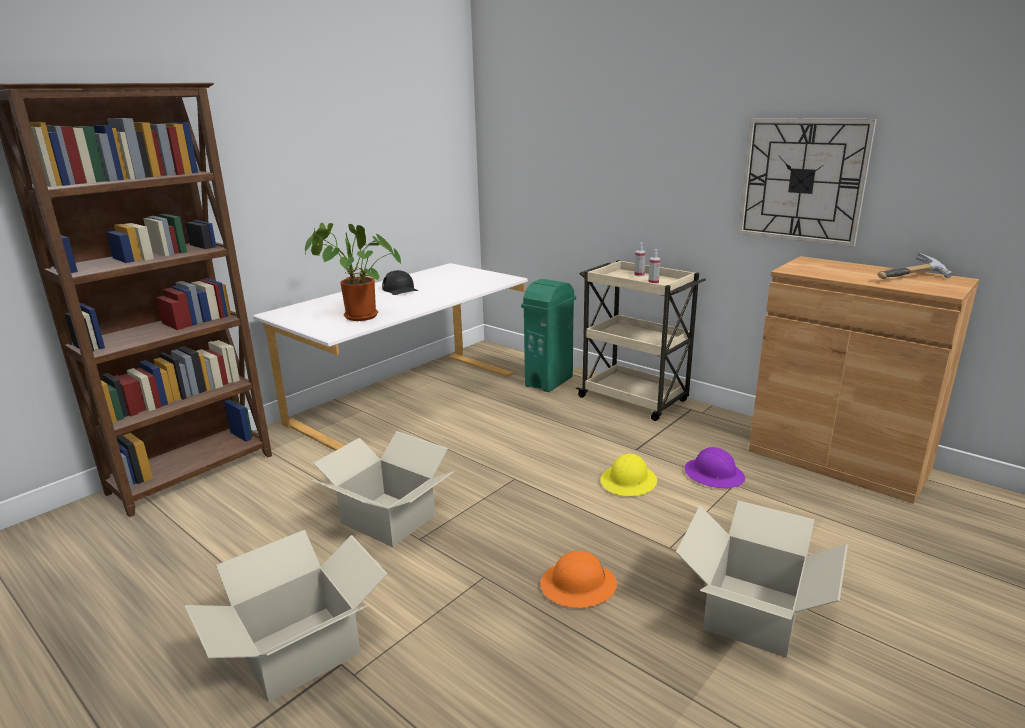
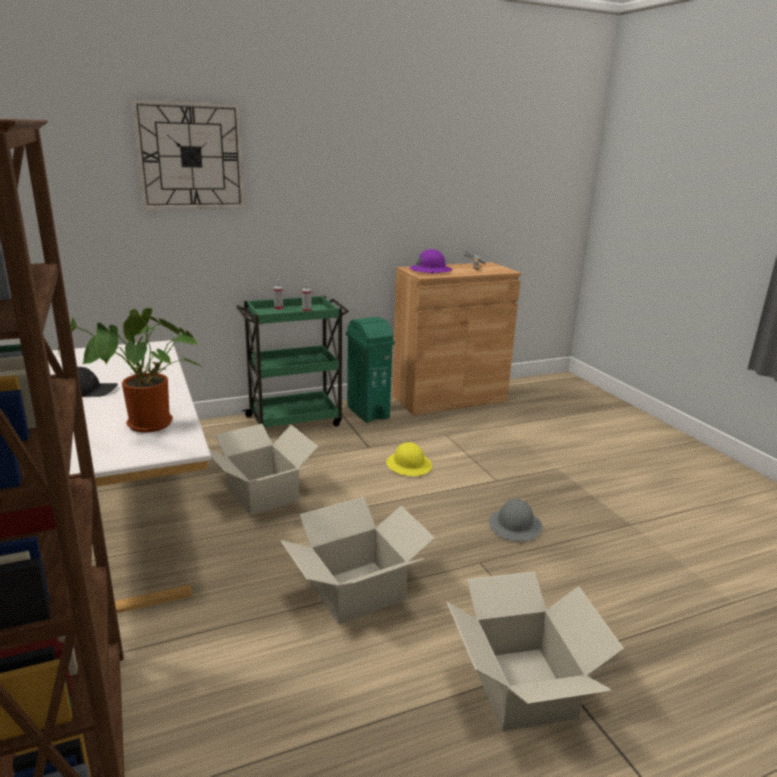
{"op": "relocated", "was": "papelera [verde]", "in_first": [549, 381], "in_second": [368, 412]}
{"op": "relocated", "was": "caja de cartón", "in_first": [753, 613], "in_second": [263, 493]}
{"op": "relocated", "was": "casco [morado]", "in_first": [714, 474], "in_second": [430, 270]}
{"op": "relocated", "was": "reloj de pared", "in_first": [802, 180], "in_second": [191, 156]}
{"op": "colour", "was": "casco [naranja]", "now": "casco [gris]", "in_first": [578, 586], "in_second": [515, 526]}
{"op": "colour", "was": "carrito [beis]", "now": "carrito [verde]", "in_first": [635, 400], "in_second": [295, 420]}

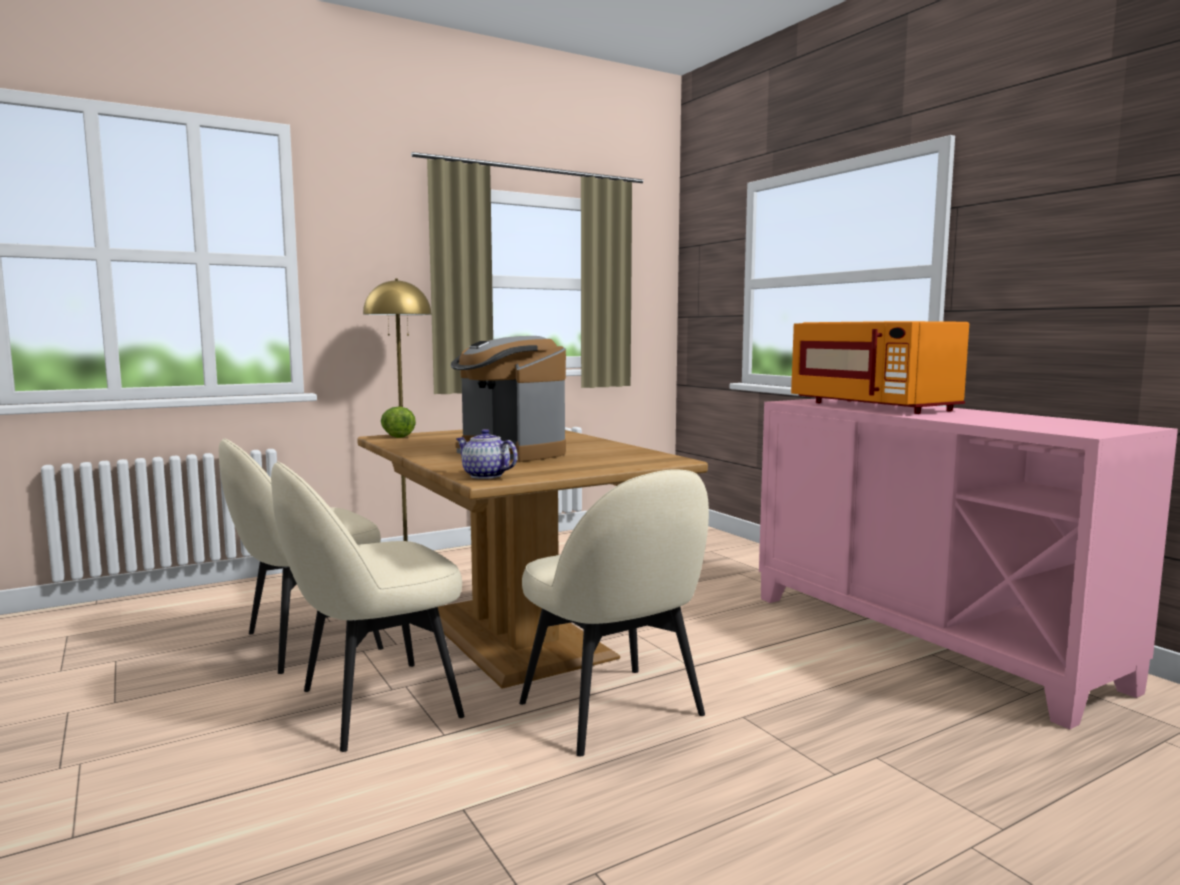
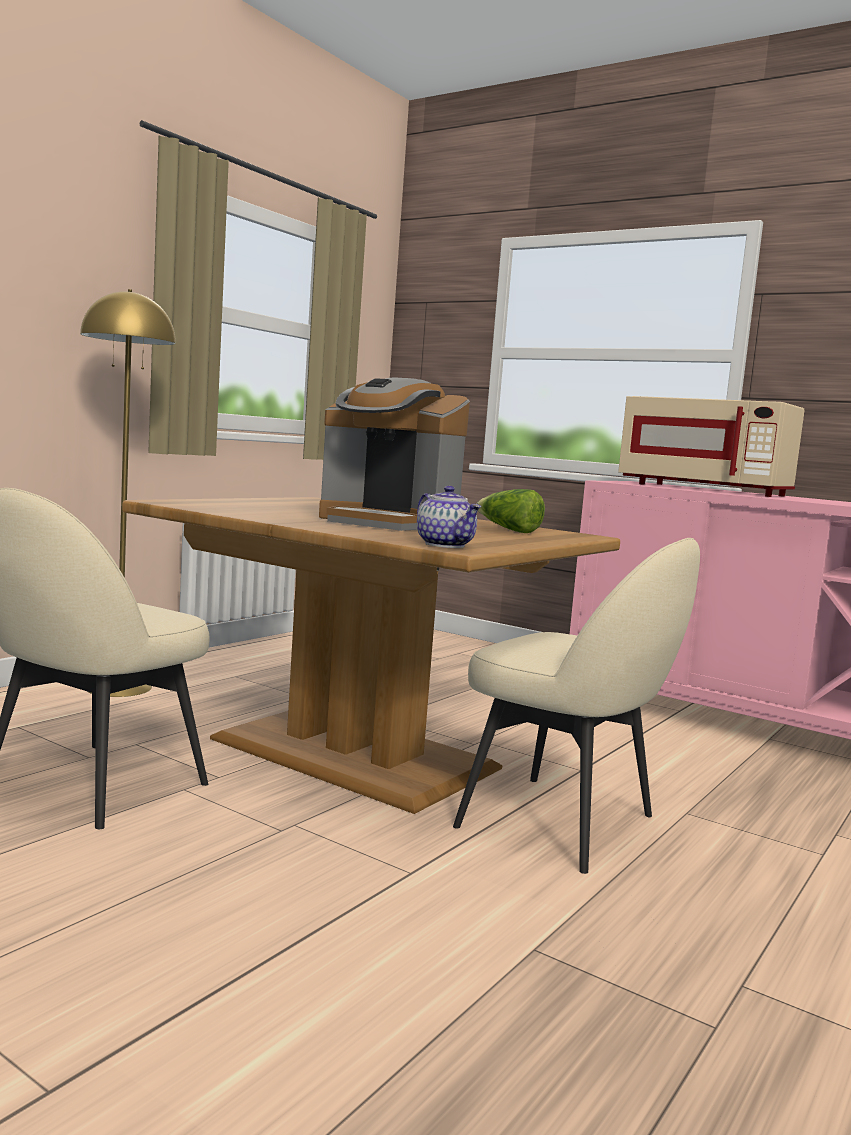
{"op": "missing", "was": "silla [beis]", "in_first": [375, 704]}
{"op": "relocated", "was": "lechuga", "in_first": [396, 435], "in_second": [508, 530]}
{"op": "colour", "was": "microondas [naranja]", "now": "microondas [beis]", "in_first": [874, 407], "in_second": [705, 489]}
{"op": "spun", "was": "tetera", "in_first": [484, 476], "in_second": [446, 545], "clockwise": -135}

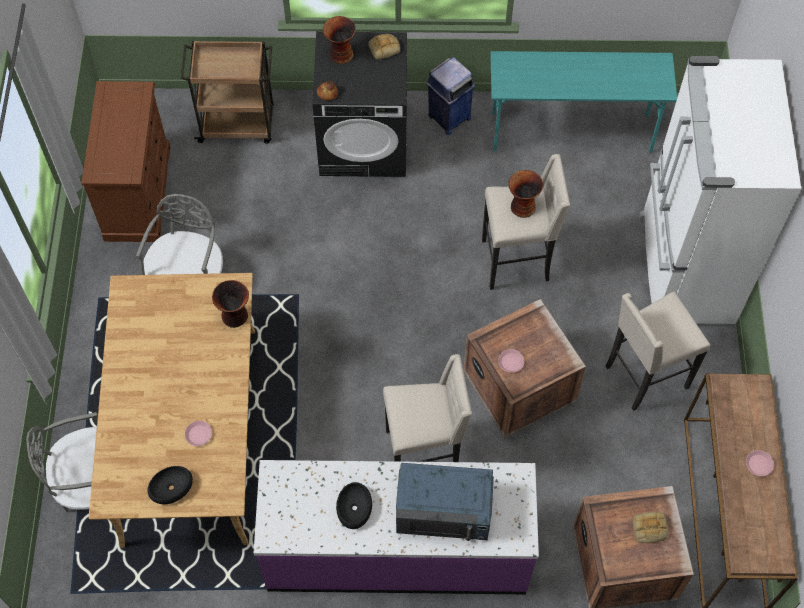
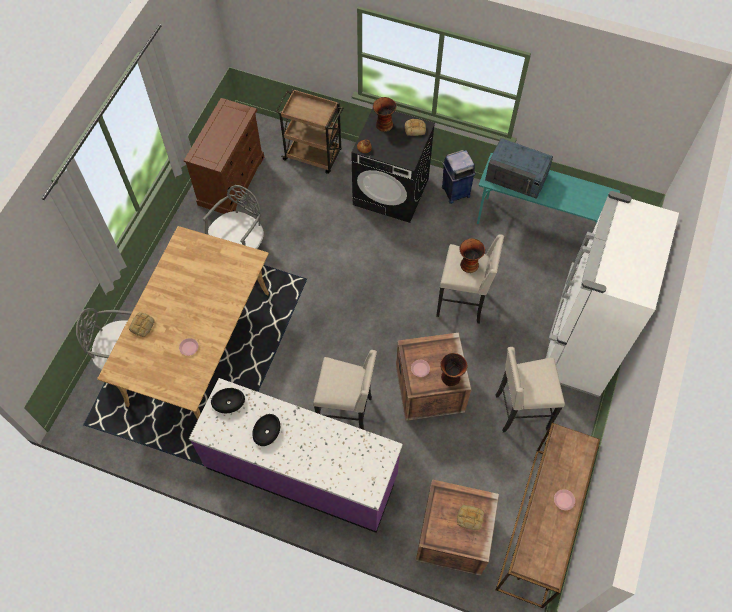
{"op": "appeared", "now": "pan", "in_second": [142, 326]}
{"op": "relocated", "was": "cuenco [negro]", "in_first": [171, 488], "in_second": [228, 403]}
{"op": "relocated", "was": "florero", "in_first": [235, 316], "in_second": [451, 378]}
{"op": "relocated", "was": "microondas [azul]", "in_first": [444, 509], "in_second": [517, 176]}

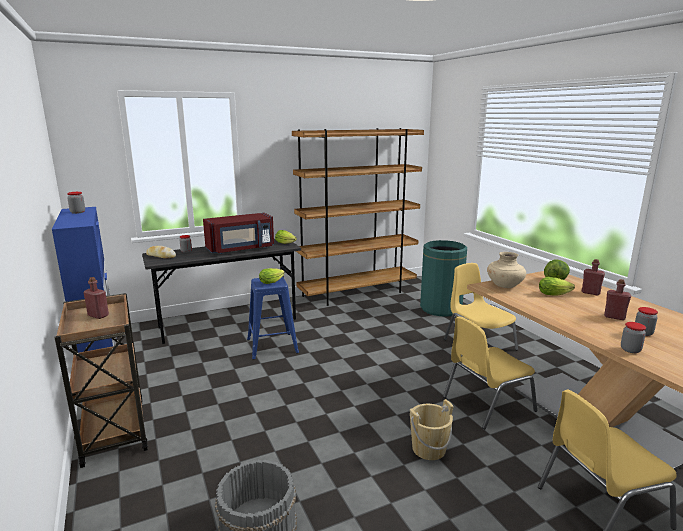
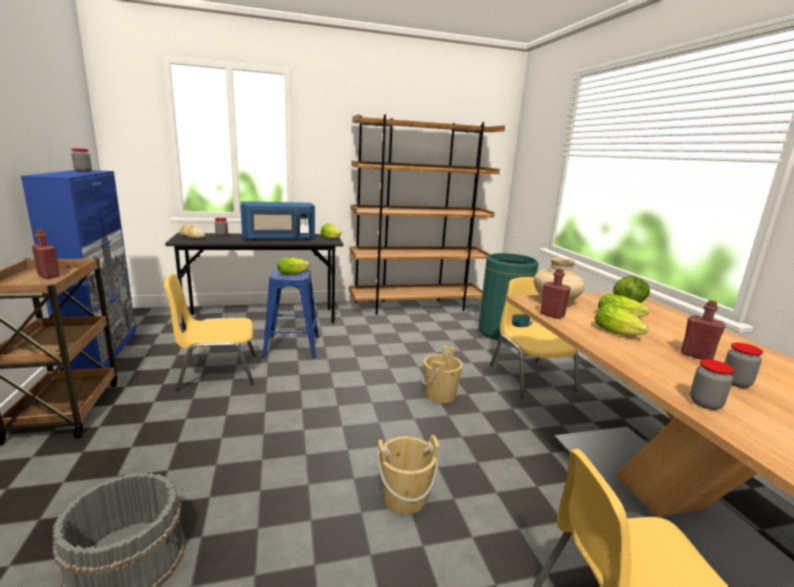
{"op": "appeared", "now": "cubo [beis]", "in_second": [440, 395]}
{"op": "appeared", "now": "lechuga", "in_second": [619, 333]}
{"op": "relocated", "was": "silla [amarillo]", "in_first": [486, 404], "in_second": [217, 371]}
{"op": "relocated", "was": "botella [rojo]", "in_first": [590, 293], "in_second": [552, 315]}
{"op": "colour", "was": "microondas [rojo]", "now": "microondas [azul]", "in_first": [241, 249], "in_second": [279, 238]}

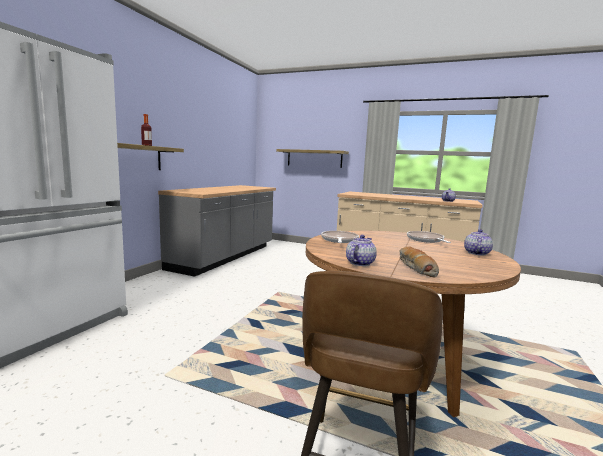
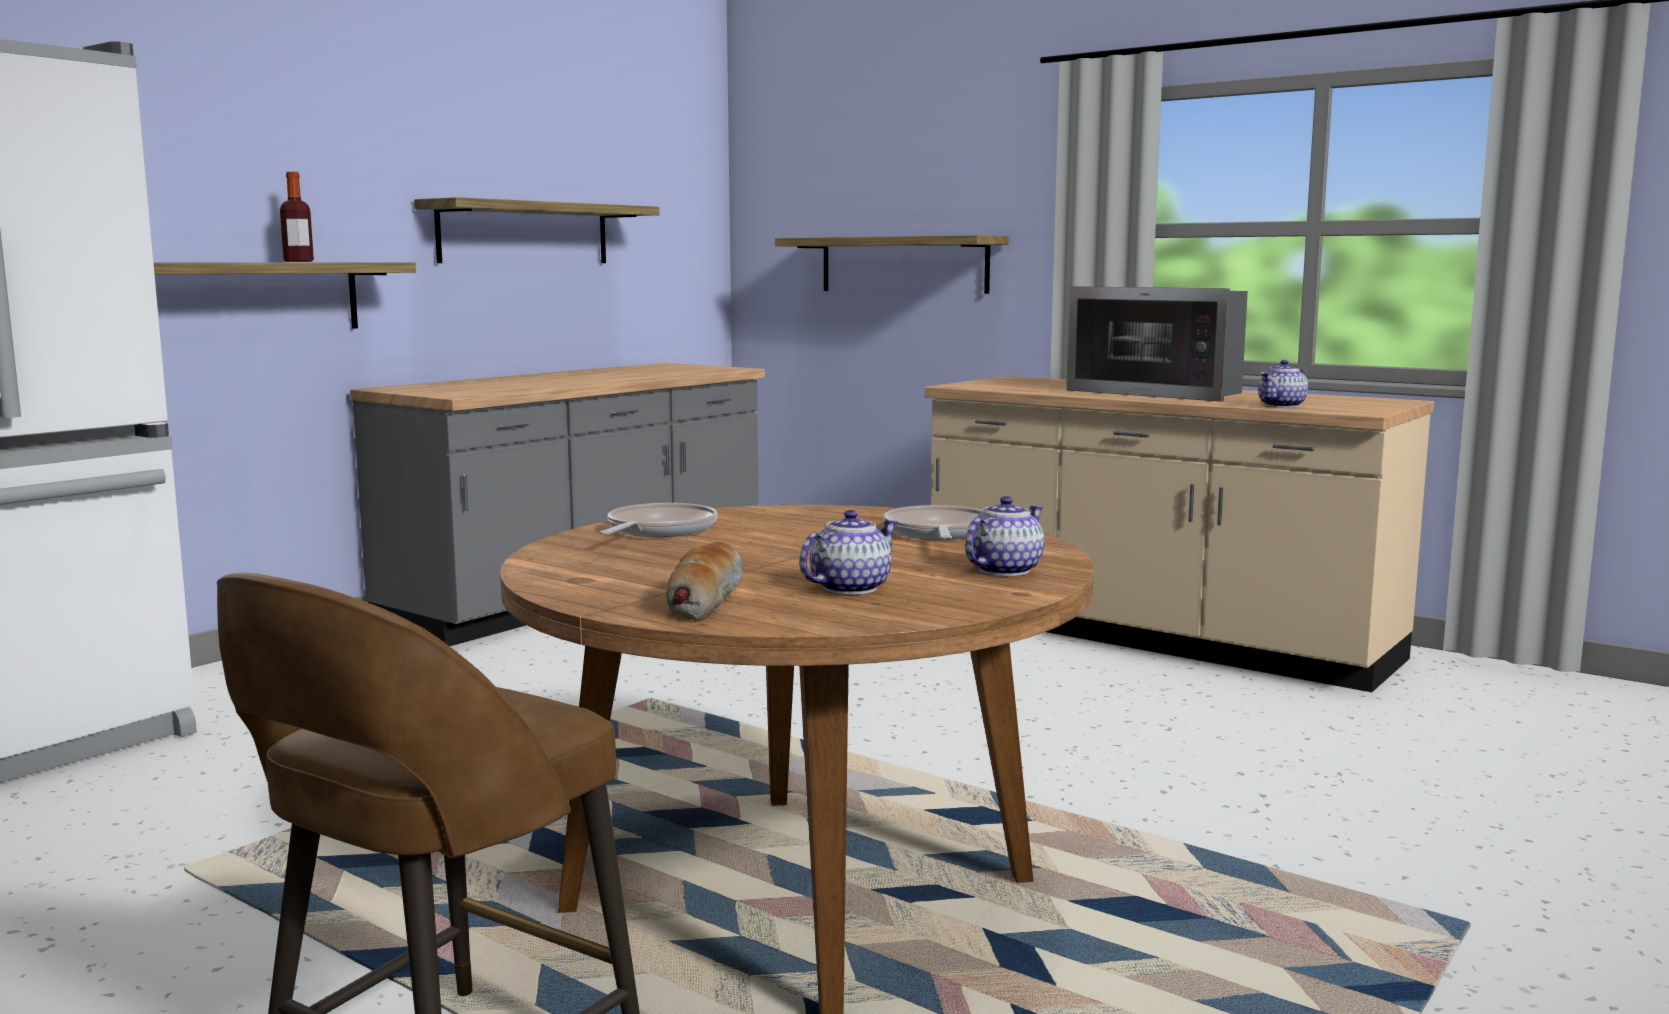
{"op": "appeared", "now": "estante", "in_second": [524, 233]}
{"op": "appeared", "now": "microondas", "in_second": [1161, 392]}
{"op": "relocated", "was": "tetera", "in_first": [359, 263], "in_second": [848, 588]}

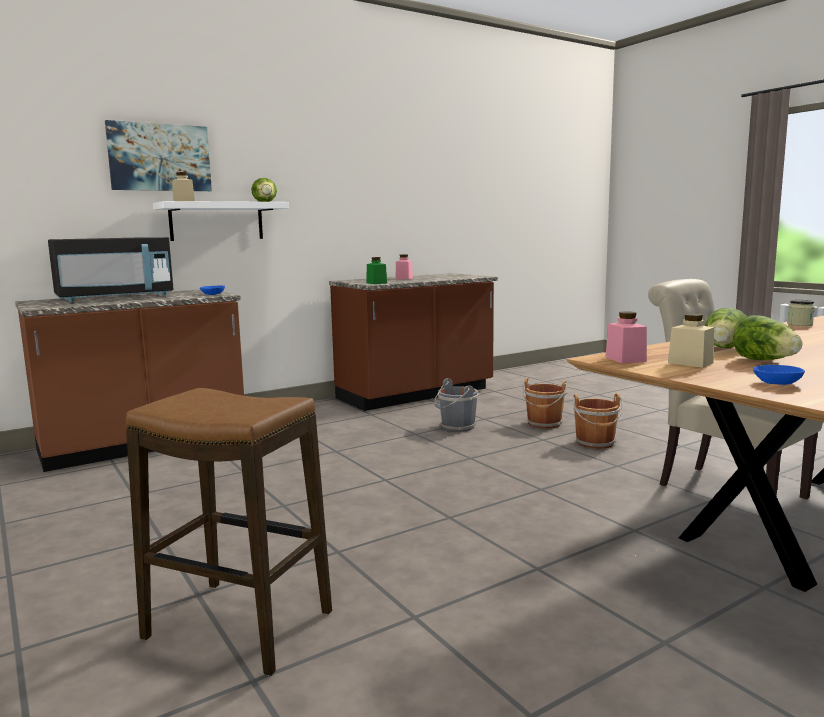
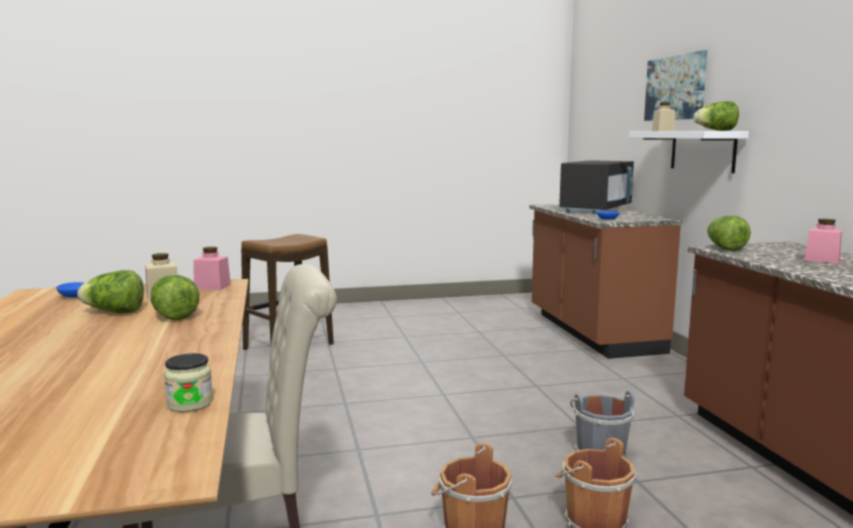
{"op": "exchanged", "was": "tarro [verde]", "now": "lechuga", "in_first": [376, 283], "in_second": [724, 248]}
{"op": "spun", "was": "microondas [negro]", "in_first": [115, 298], "in_second": [596, 210], "clockwise": -135}

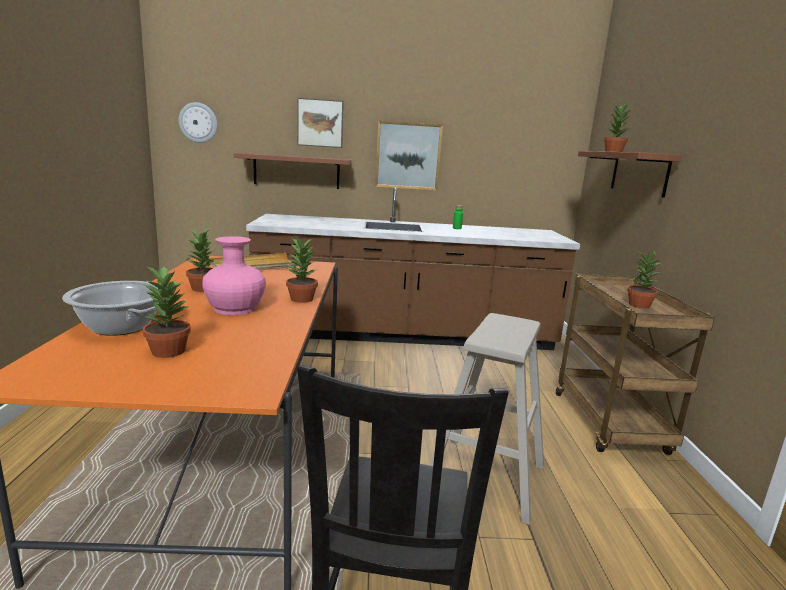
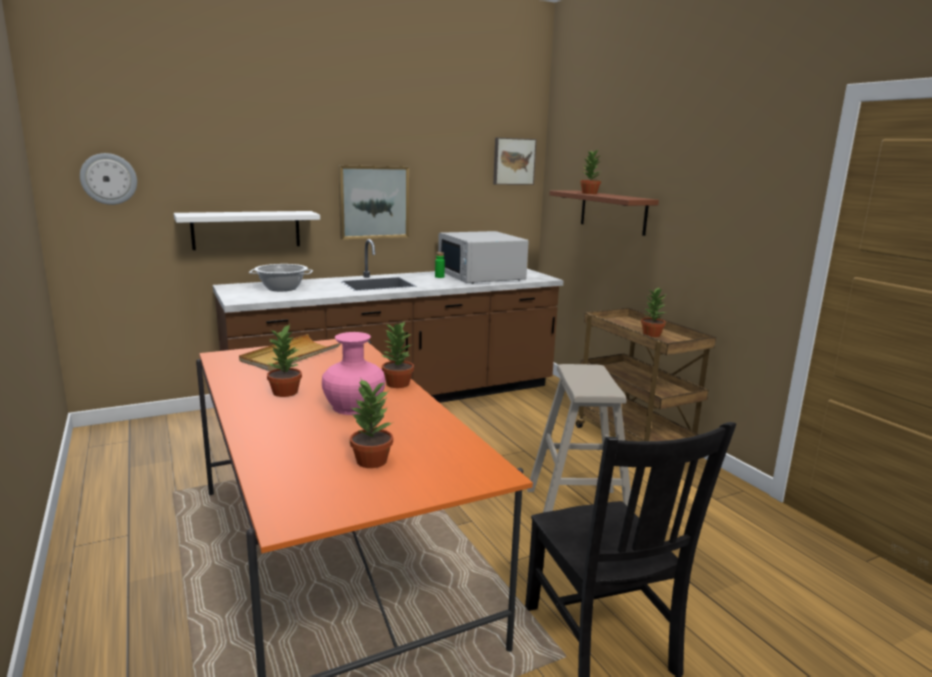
{"op": "appeared", "now": "microondas [blanco]", "in_second": [481, 276]}
{"op": "relocated", "was": "olla", "in_first": [121, 327], "in_second": [282, 288]}
{"op": "relocated", "was": "cuadro", "in_first": [320, 123], "in_second": [513, 161]}
{"op": "colour", "was": "estante [marrón]", "now": "estante [blanco]", "in_first": [296, 171], "in_second": [246, 230]}

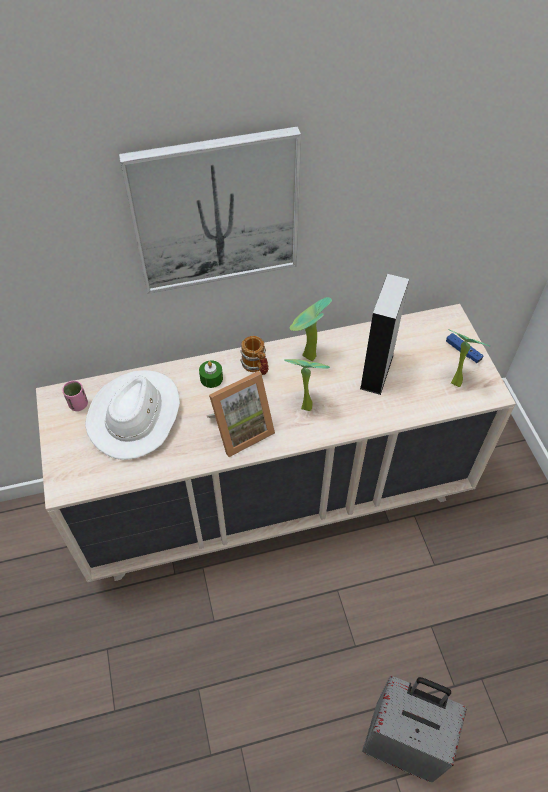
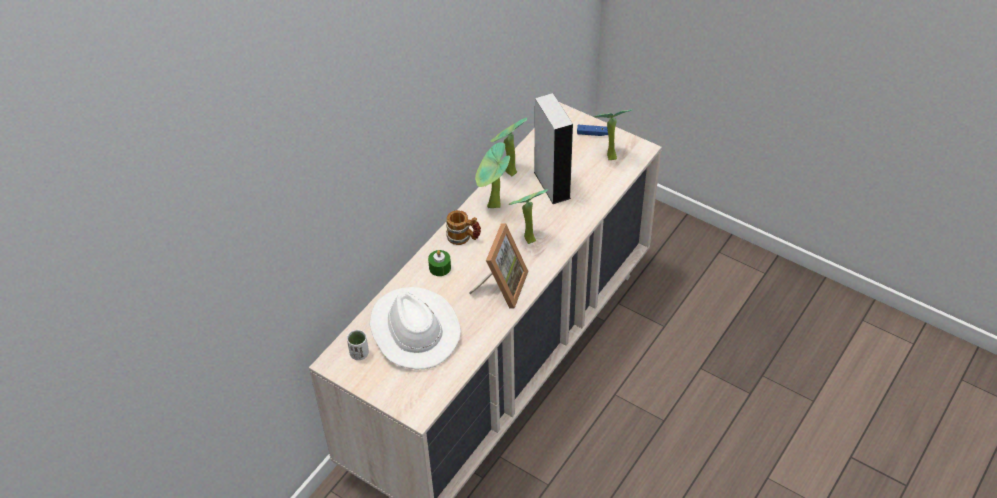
{"op": "missing", "was": "cuadro", "in_first": [215, 212]}
{"op": "missing", "was": "maleta [gris]", "in_first": [403, 742]}
{"op": "appeared", "now": "planta en maceta", "in_second": [507, 173]}
{"op": "colour", "was": "taza [rosa]", "now": "taza [blanco]", "in_first": [78, 404], "in_second": [359, 353]}

